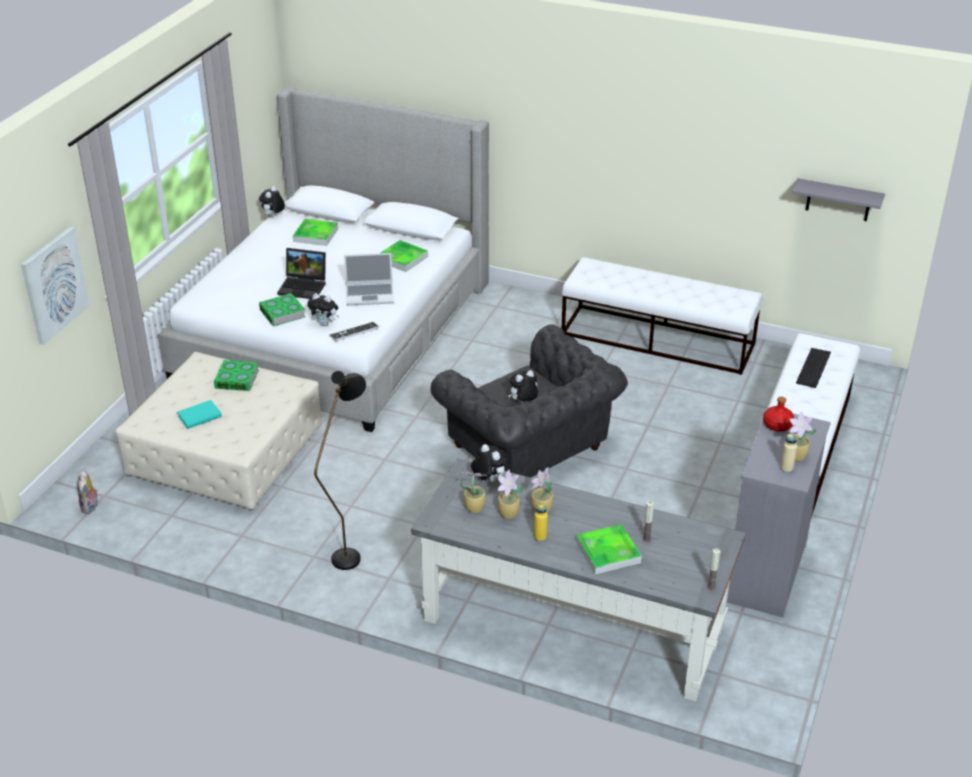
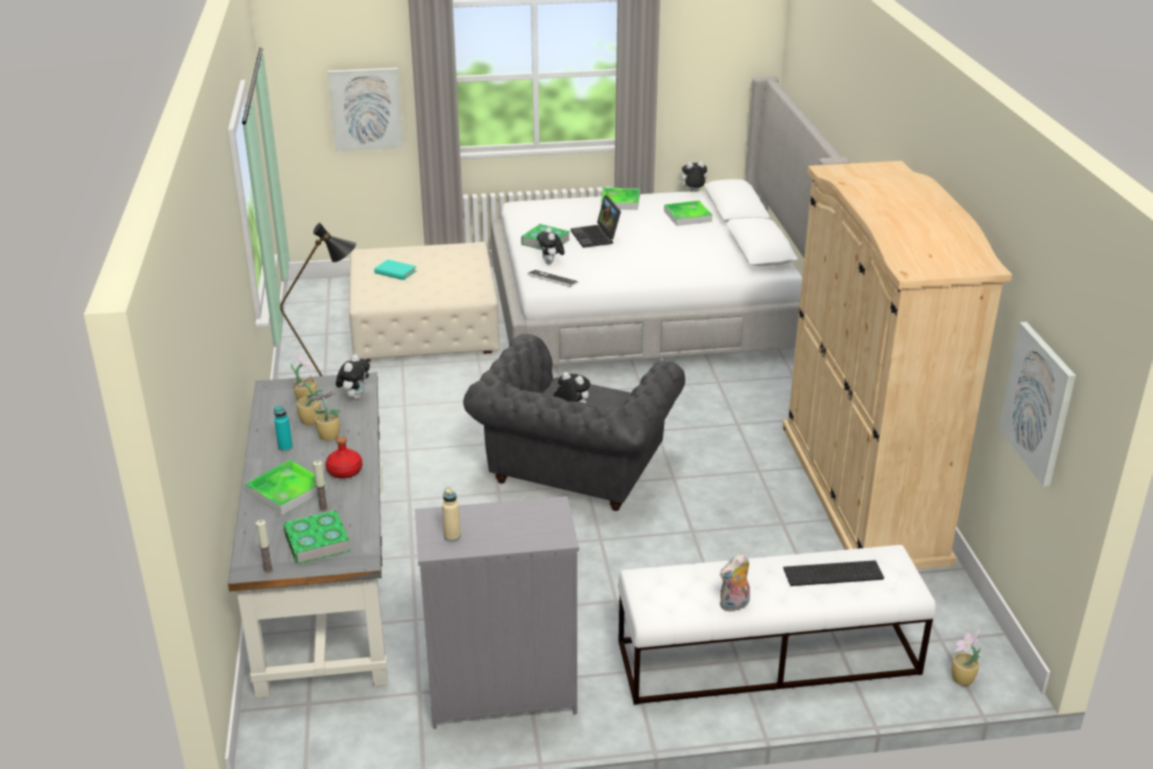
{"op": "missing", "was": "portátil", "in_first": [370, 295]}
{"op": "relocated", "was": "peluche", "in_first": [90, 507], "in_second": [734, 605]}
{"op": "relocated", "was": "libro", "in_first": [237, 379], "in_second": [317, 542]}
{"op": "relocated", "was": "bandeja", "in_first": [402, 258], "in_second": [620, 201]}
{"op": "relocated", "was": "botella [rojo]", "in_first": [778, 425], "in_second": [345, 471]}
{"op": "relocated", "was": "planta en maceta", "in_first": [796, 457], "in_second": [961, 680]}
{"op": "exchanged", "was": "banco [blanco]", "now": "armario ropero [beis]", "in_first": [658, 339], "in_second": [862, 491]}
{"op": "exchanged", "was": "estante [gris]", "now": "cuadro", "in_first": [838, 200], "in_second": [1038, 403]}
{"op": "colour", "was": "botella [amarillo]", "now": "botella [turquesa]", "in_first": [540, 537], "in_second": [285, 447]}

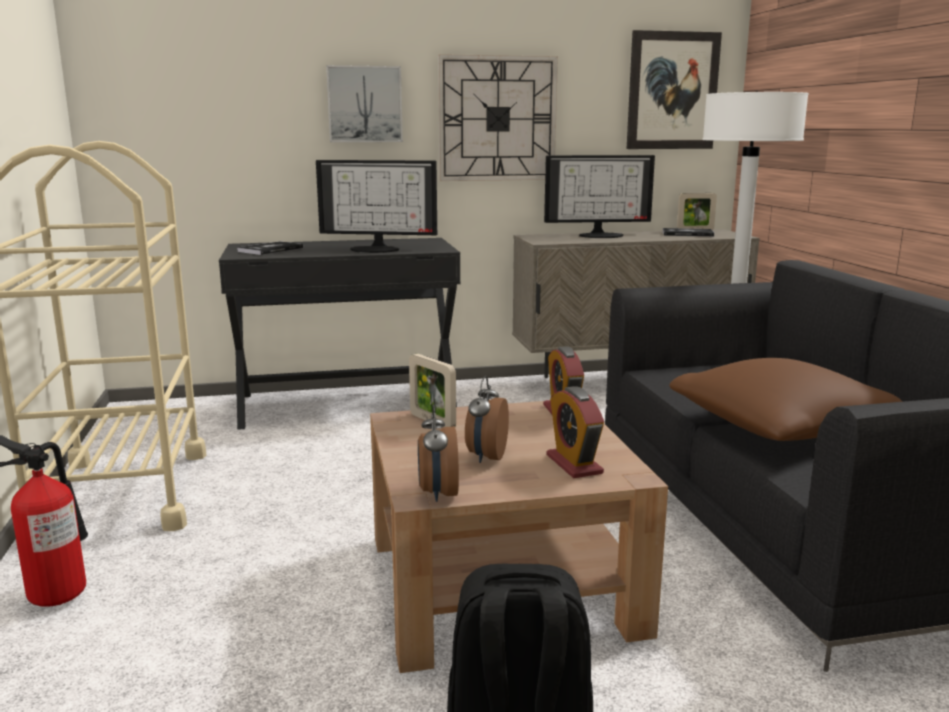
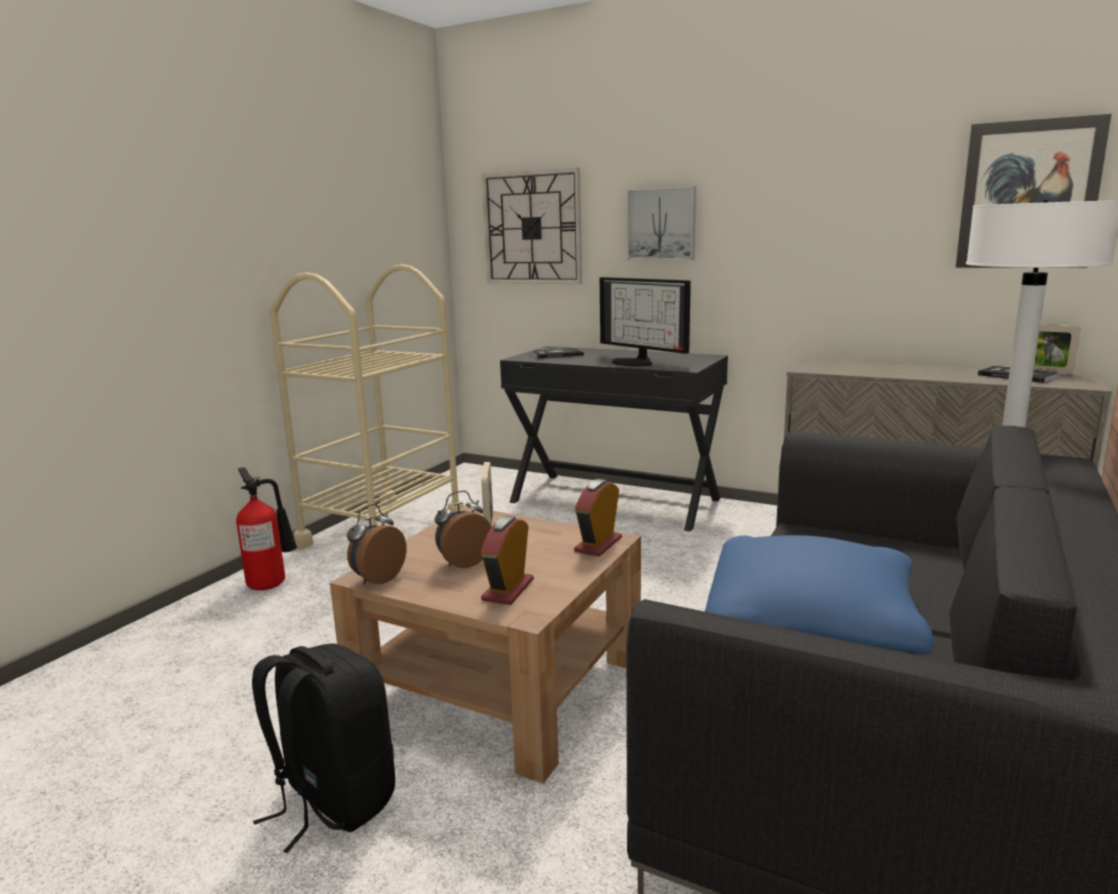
{"op": "missing", "was": "monitor", "in_first": [600, 235]}
{"op": "relocated", "was": "reloj de pared", "in_first": [497, 119], "in_second": [532, 228]}
{"op": "colour", "was": "cojín [marrón]", "now": "cojín [azul]", "in_first": [780, 426], "in_second": [811, 622]}

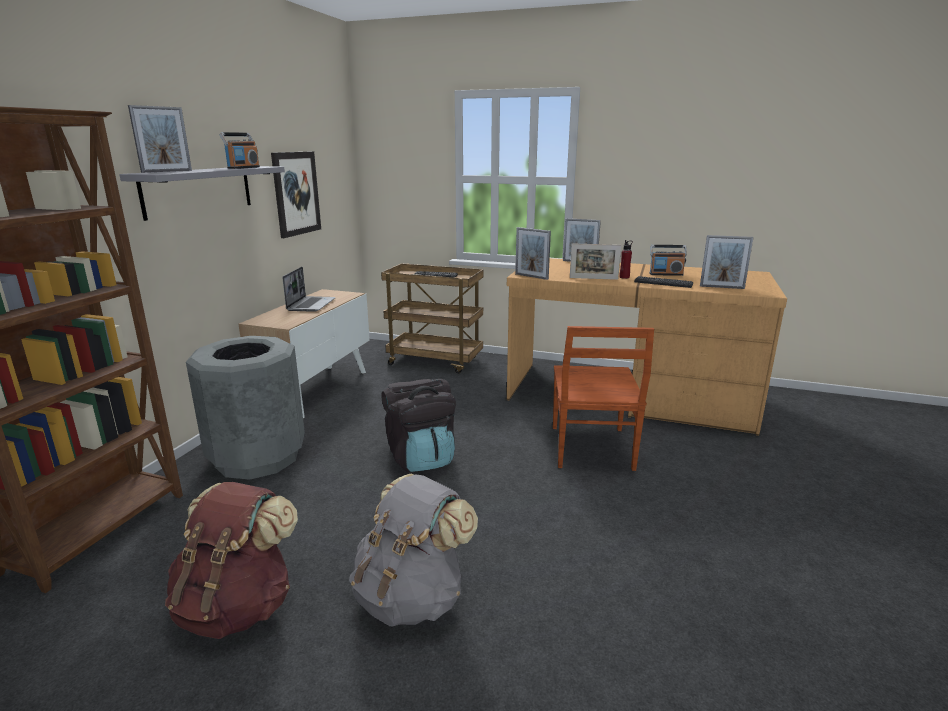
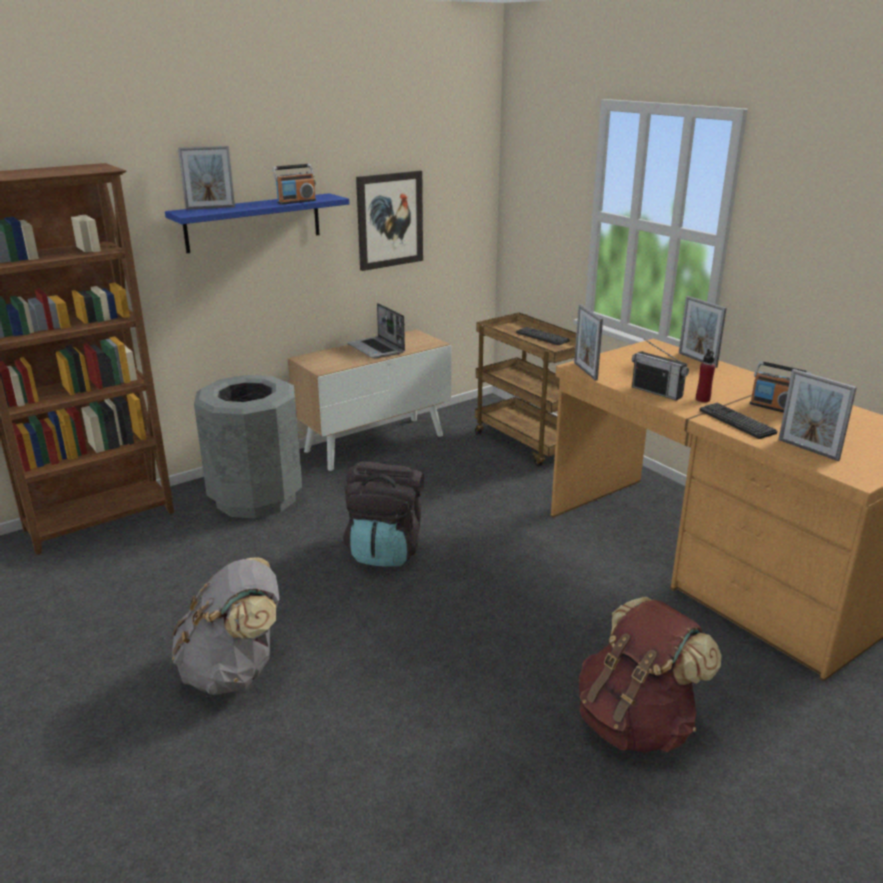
{"op": "missing", "was": "silla [marrón]", "in_first": [591, 449]}
{"op": "relocated", "was": "mochila [marrón]", "in_first": [238, 606], "in_second": [636, 723]}
{"op": "exchanged", "was": "portarretratos", "now": "radio", "in_first": [593, 278], "in_second": [657, 392]}
{"op": "colour", "was": "estante [gris]", "now": "estante [azul]", "in_first": [199, 191], "in_second": [253, 222]}
{"op": "spun", "was": "portátil", "in_first": [311, 305], "in_second": [377, 349], "clockwise": 105}

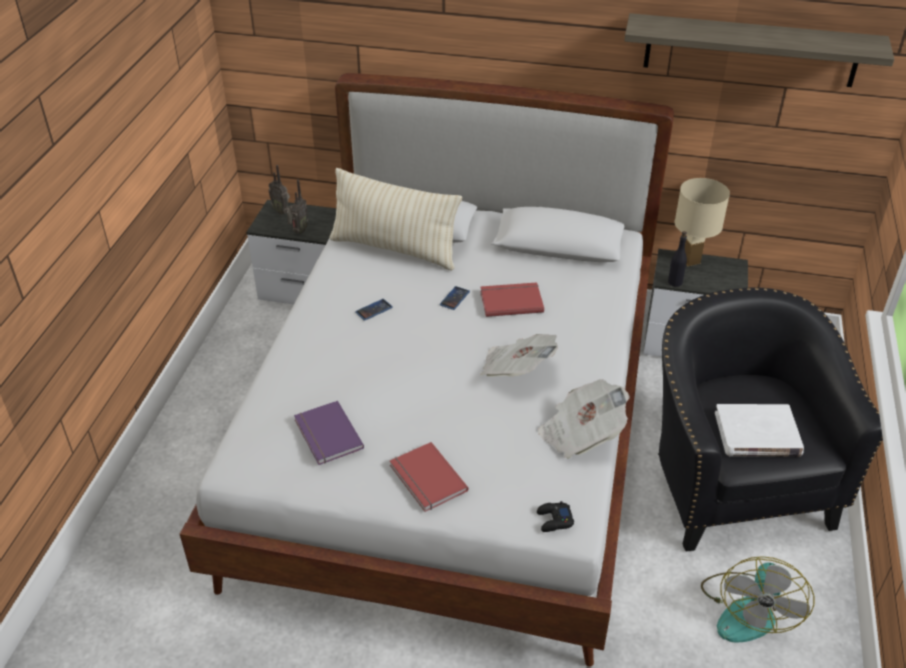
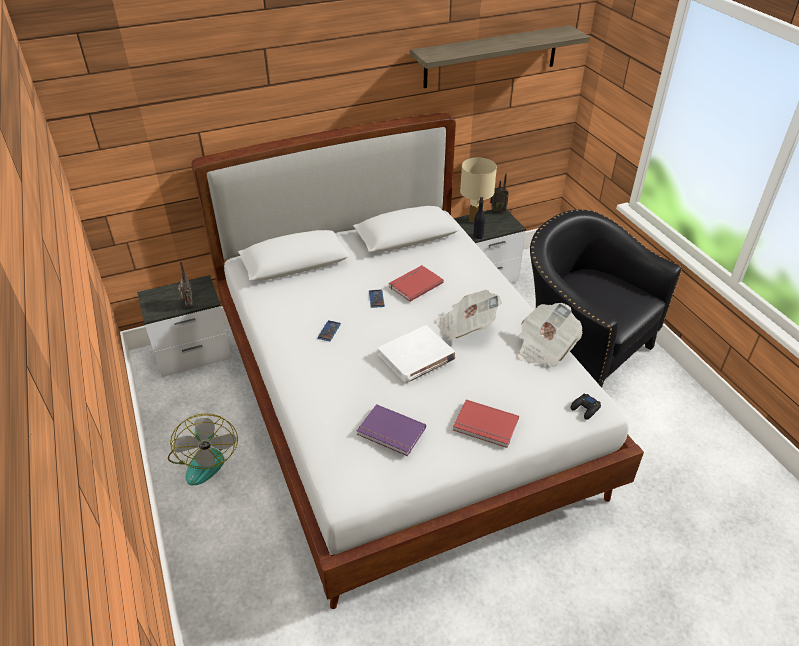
{"op": "missing", "was": "cojín [beis]", "in_first": [394, 249]}
{"op": "relocated", "was": "radio", "in_first": [281, 211], "in_second": [497, 210]}
{"op": "relocated", "was": "ventilador", "in_first": [747, 610], "in_second": [204, 458]}
{"op": "relocated", "was": "libro [blanco]", "in_first": [757, 434], "in_second": [416, 357]}

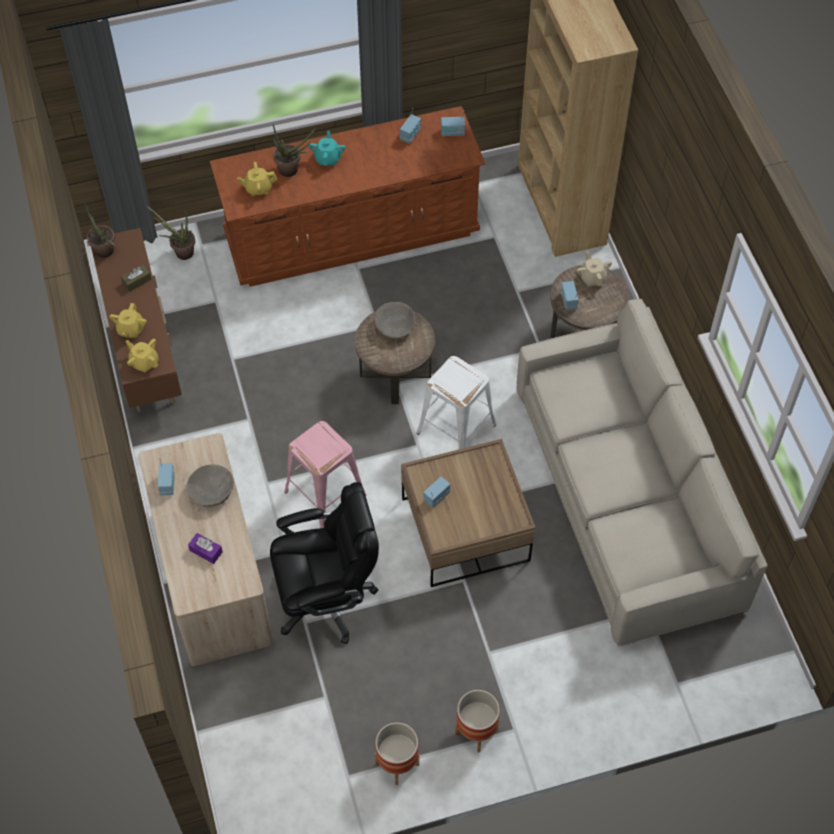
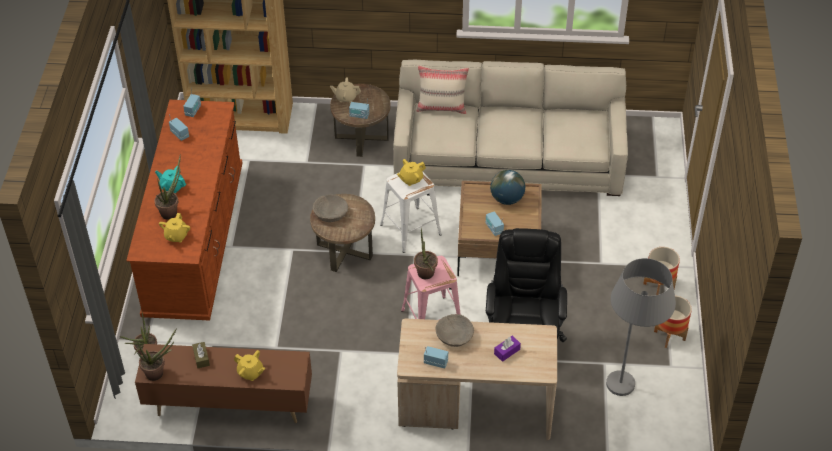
{"op": "appeared", "now": "planta en maceta", "in_second": [426, 276]}
{"op": "appeared", "now": "cojín [beis]", "in_second": [442, 107]}
{"op": "appeared", "now": "globo terráqueo", "in_second": [507, 199]}
{"op": "appeared", "now": "lámpara de pie [gris]", "in_second": [625, 397]}
{"op": "relocated", "was": "tetera [amarillo]", "in_first": [144, 362], "in_second": [411, 179]}

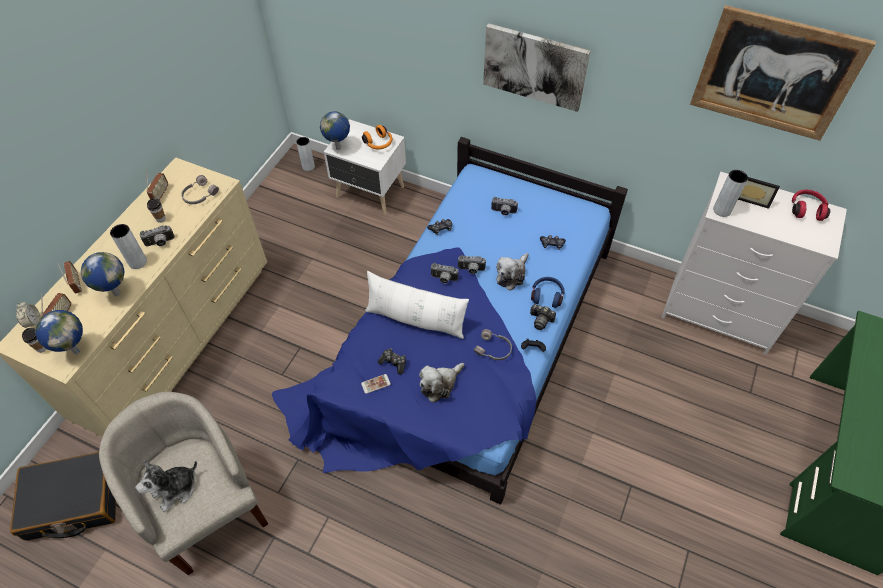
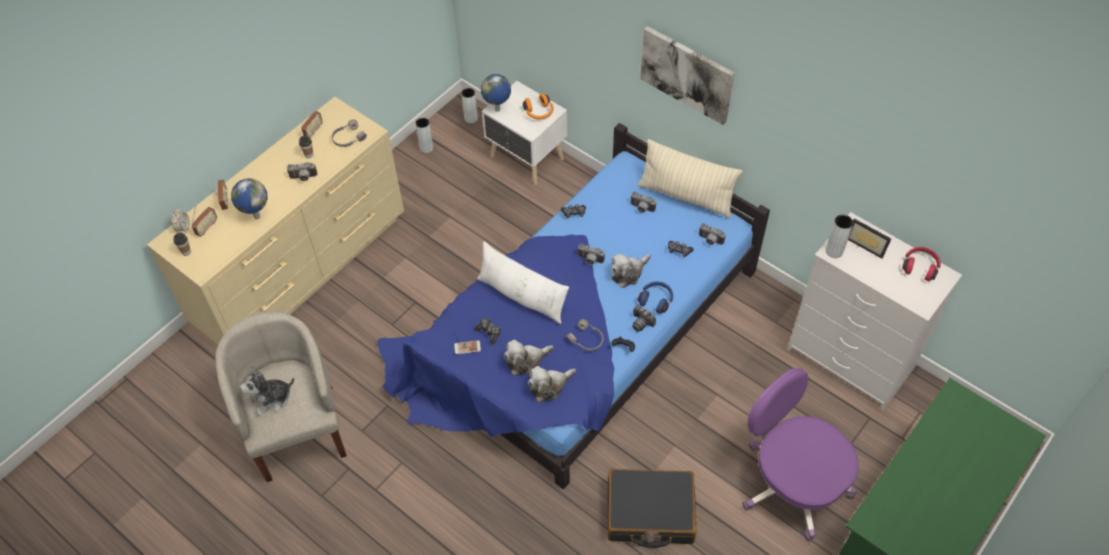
{"op": "missing", "was": "globo terráqueo", "in_first": [76, 350]}
{"op": "missing", "was": "cuadro", "in_first": [775, 74]}
{"op": "appeared", "now": "peluche", "in_second": [549, 386]}
{"op": "appeared", "now": "cojín [beis]", "in_second": [686, 196]}
{"op": "appeared", "now": "silla de oficina [morado]", "in_second": [791, 483]}
{"op": "relocated", "was": "maleta [negro]", "in_first": [73, 501], "in_second": [650, 513]}
{"op": "relocated", "was": "florero [gris]", "in_first": [138, 262], "in_second": [426, 148]}
{"op": "relocated", "was": "cámara", "in_first": [443, 279], "in_second": [710, 241]}

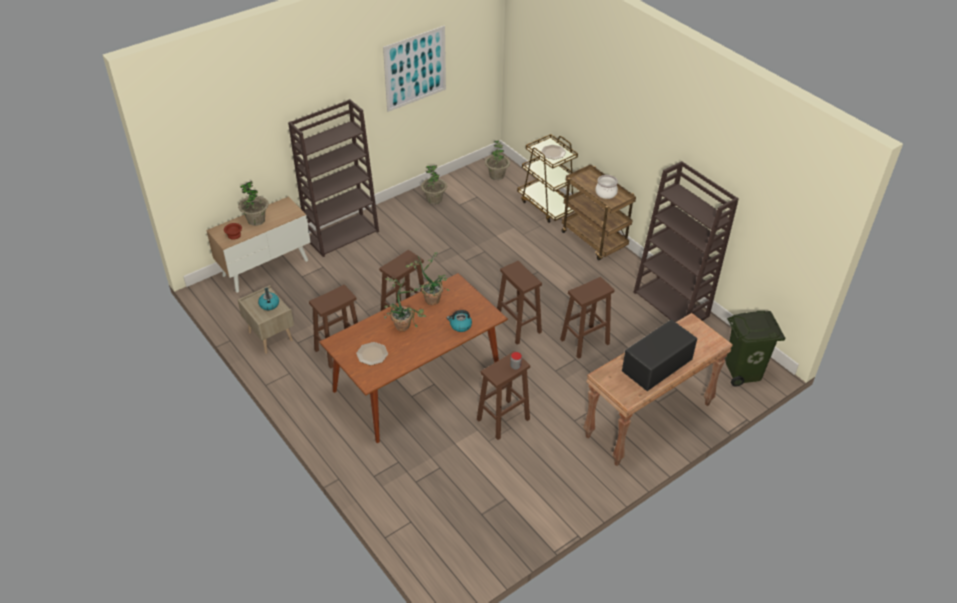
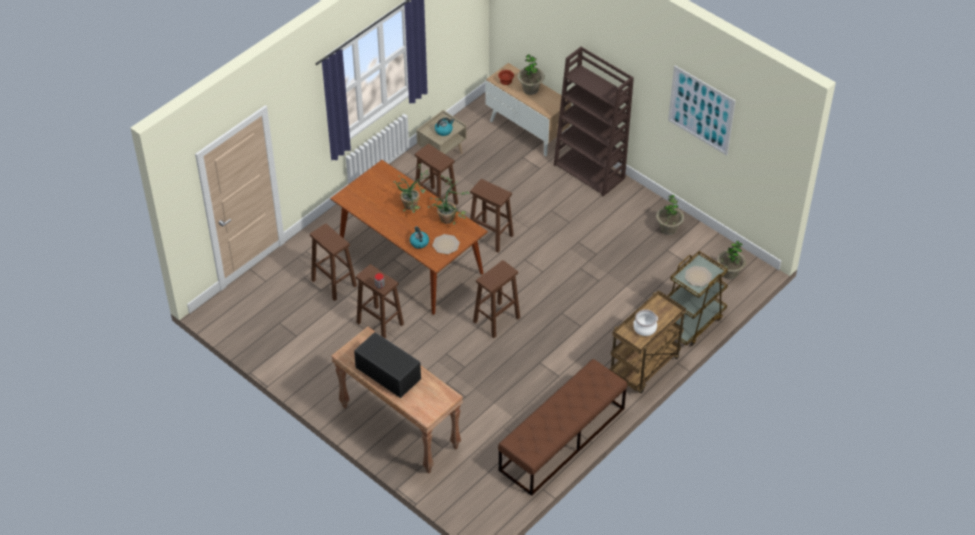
{"op": "missing", "was": "papelera [verde]", "in_first": [743, 372]}
{"op": "relocated", "was": "plato", "in_first": [372, 354], "in_second": [446, 245]}
{"op": "relocated", "was": "taburete [marrón]", "in_first": [584, 342], "in_second": [333, 282]}
{"op": "exchanged", "was": "estantería [marrón]", "now": "banco [marrón]", "in_first": [672, 304], "in_second": [562, 439]}

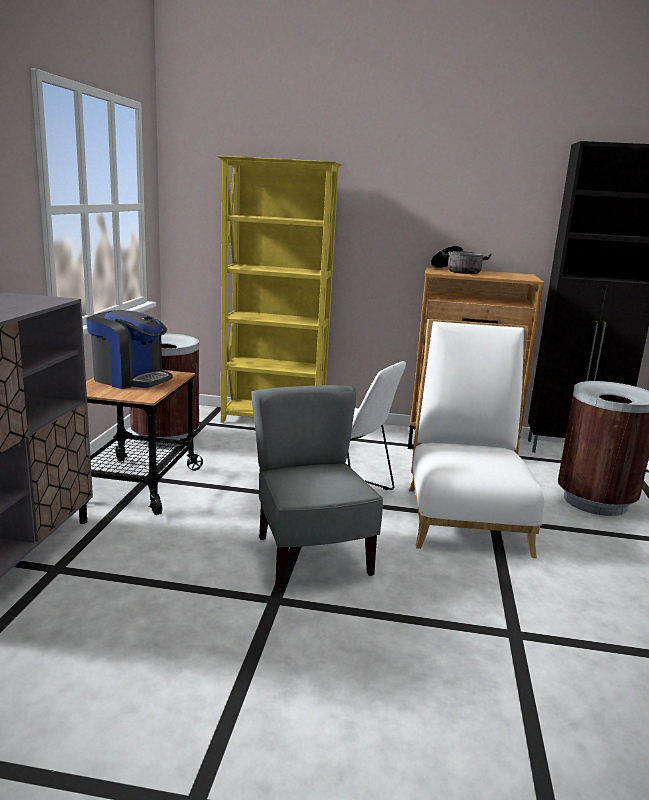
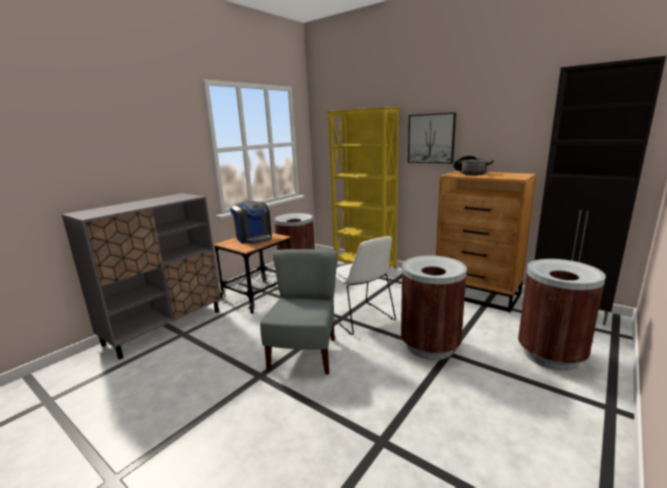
{"op": "appeared", "now": "cuadro", "in_second": [431, 138]}
{"op": "exchanged", "was": "silla [blanco]", "now": "papelera [marrón]", "in_first": [465, 515], "in_second": [430, 346]}

